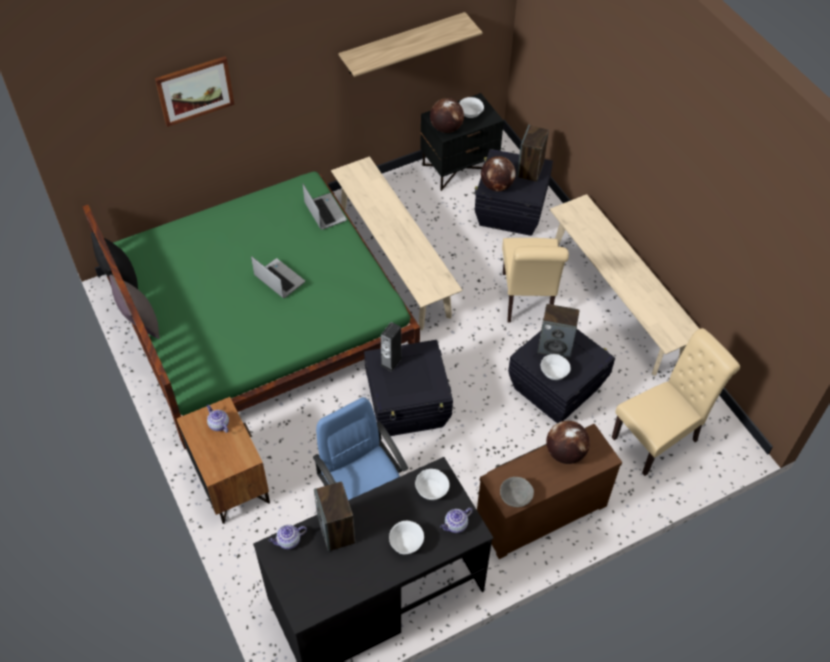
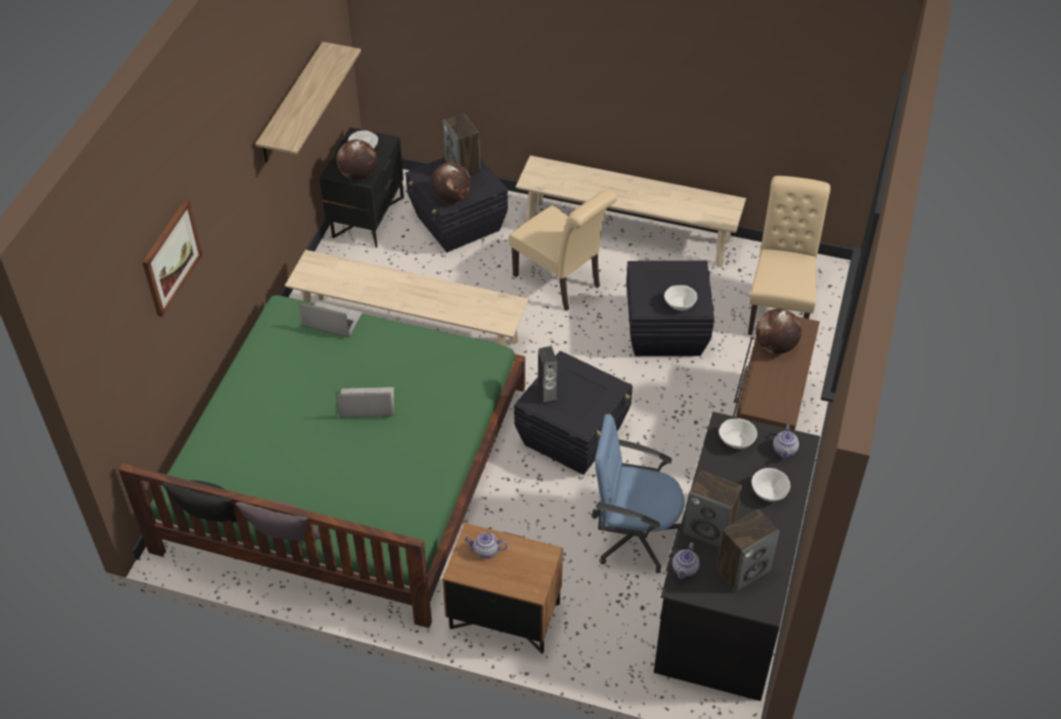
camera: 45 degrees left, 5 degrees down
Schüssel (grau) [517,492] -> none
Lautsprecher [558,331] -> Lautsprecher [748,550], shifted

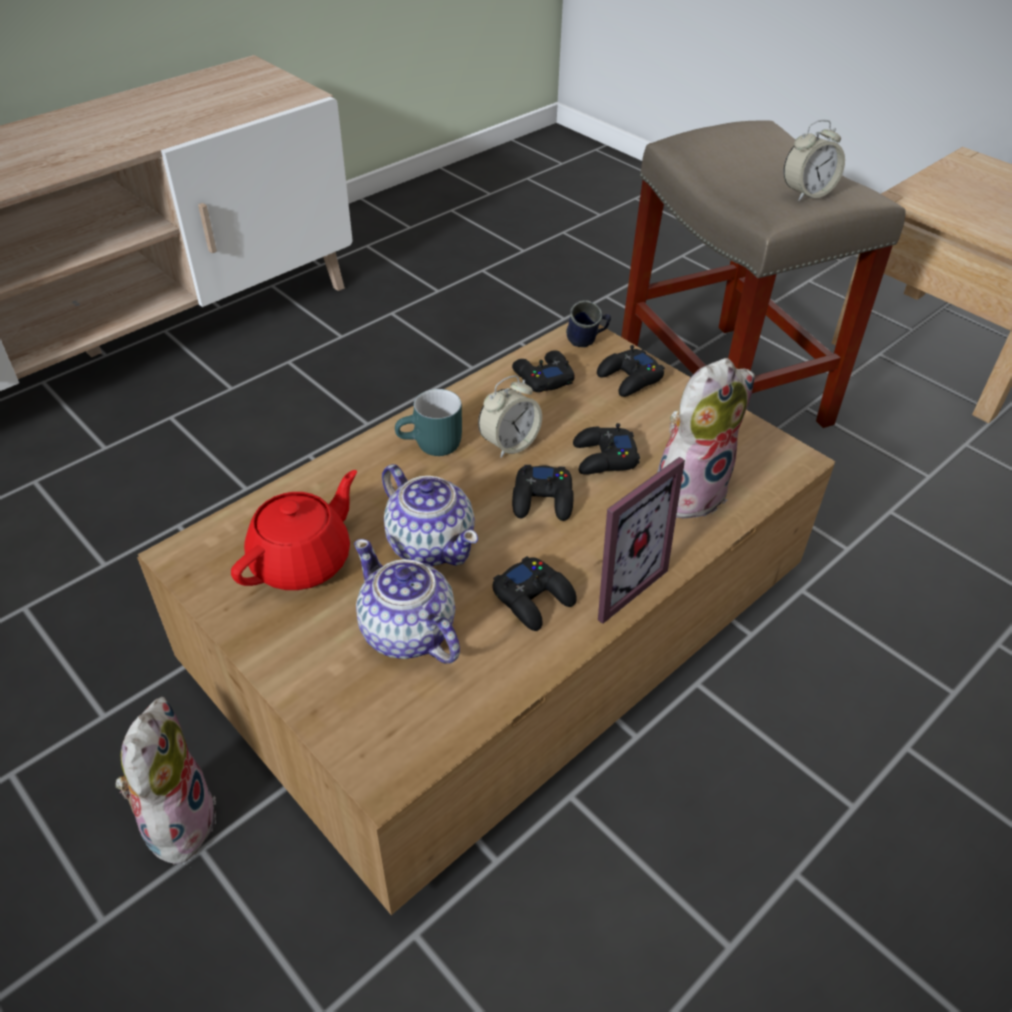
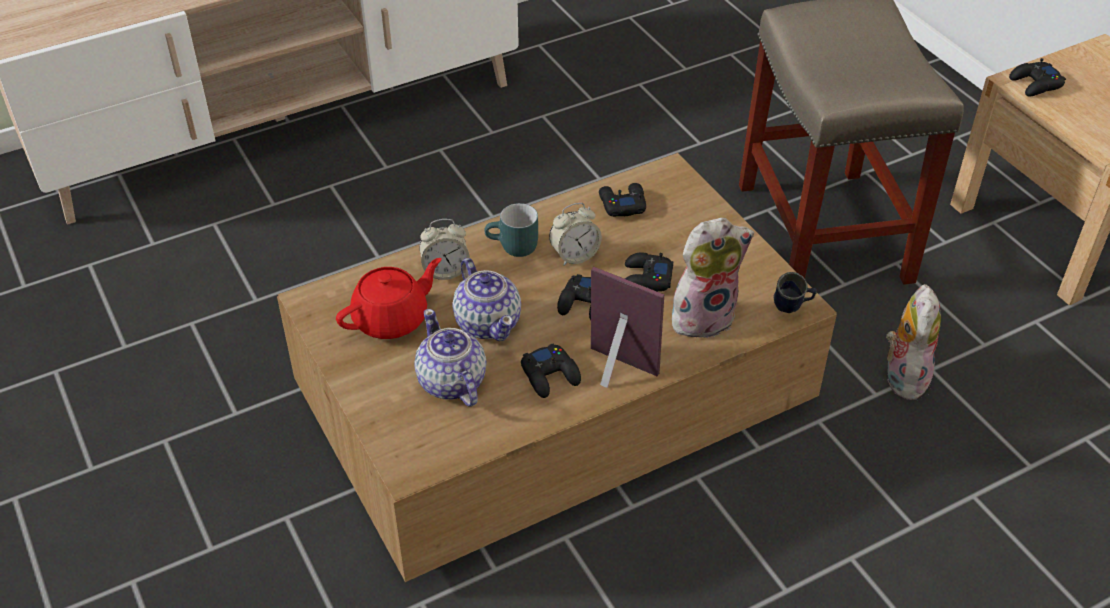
camera: 15 degrees right, 0 degrees up
Plüschtier [165,782] -> Plüschtier [912,343], shifted
Henkelbecher (blau) [588,323] -> Henkelbecher (blau) [795,292], shifted
Gamepad (schwarz) [631,371] -> Gamepad (schwarz) [1037,77], shifted
Wecker [814,160] -> Wecker [445,249], shifted
Bilderrahmen [641,540] -> Bilderrahmen [627,327], 120 degrees counterclockwise

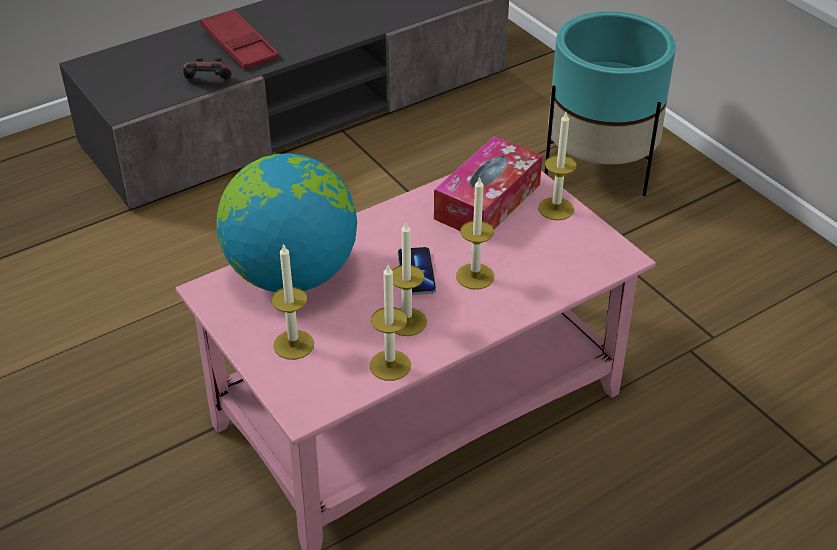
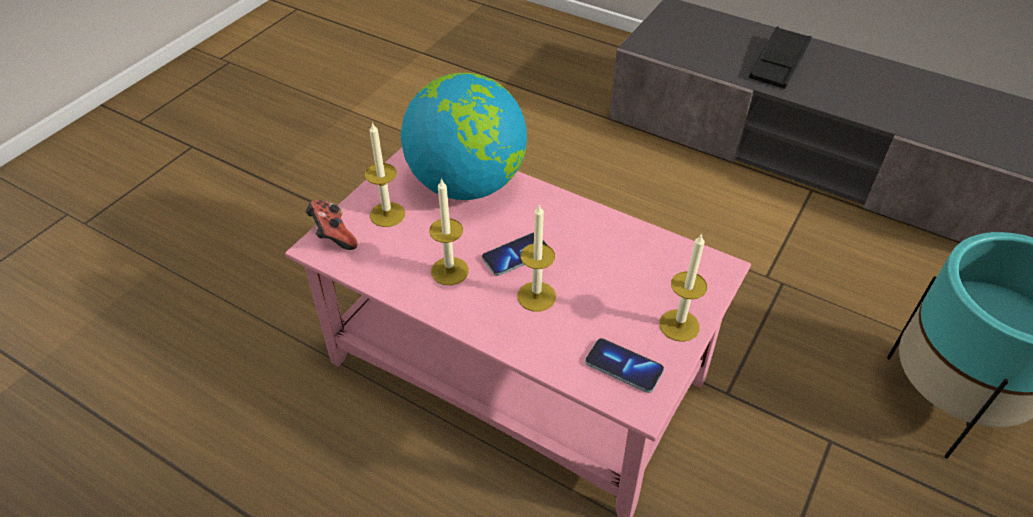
camera: 65 degrees right, 5 degrees up
Kerze [390,323] -> none
Taschentuchbox [488,183] -> none
none -> Handy [624,365]
Gamepad [207,68] -> Gamepad [331,225], shifted
Tablett (rot) [239,39] -> Tablett (schwarz) [780,58]

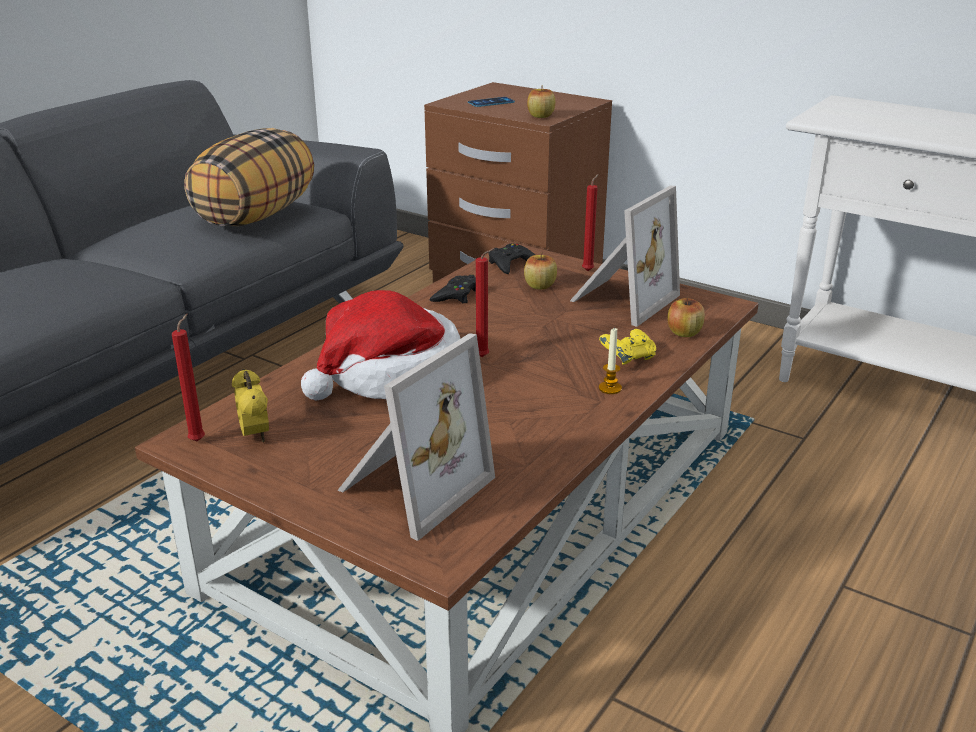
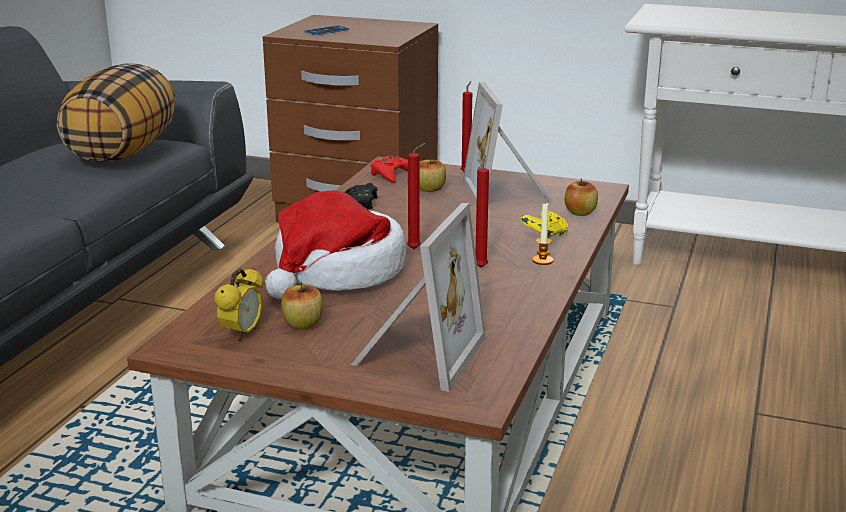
camera: 15 degrees left, 5 degrees down
Kerze (rot) [188,377] -> Kerze (rot) [482,211], shifted
Apfel [541,101] -> Apfel [302,305], shifted
Gamepad (schwarz) [512,259] -> Gamepad (rot) [389,169]
Wecker [250,406] -> Wecker [238,304], 60 degrees clockwise
Bilderrahmen [625,256] -> Bilderrahmen [508,144], 150 degrees clockwise

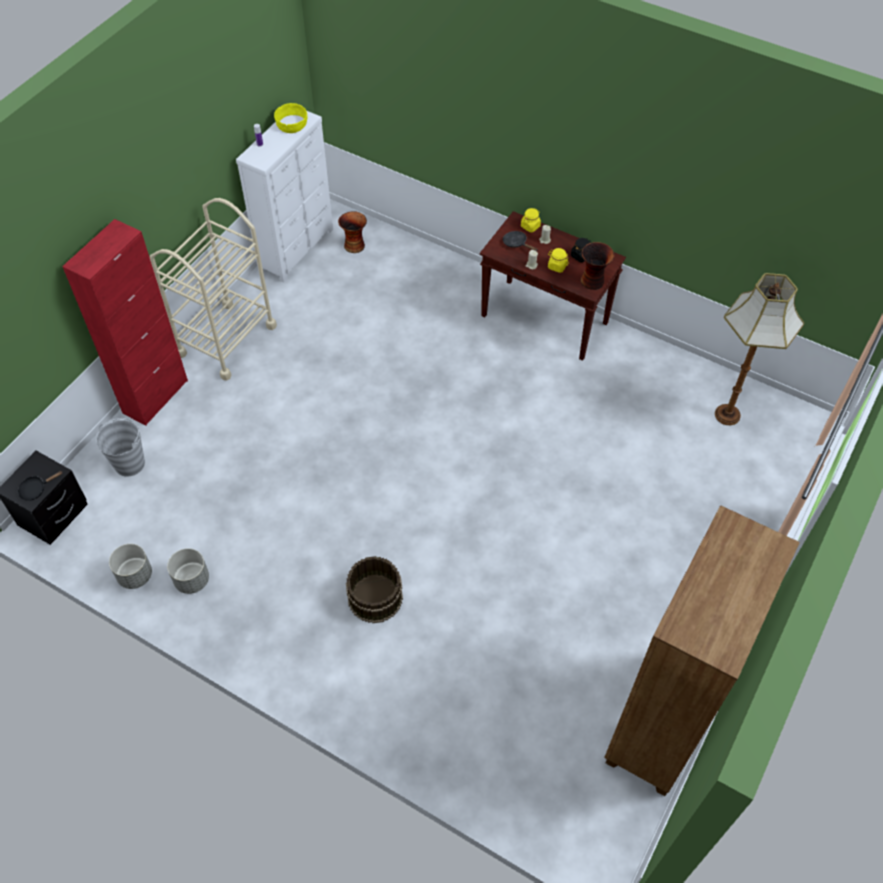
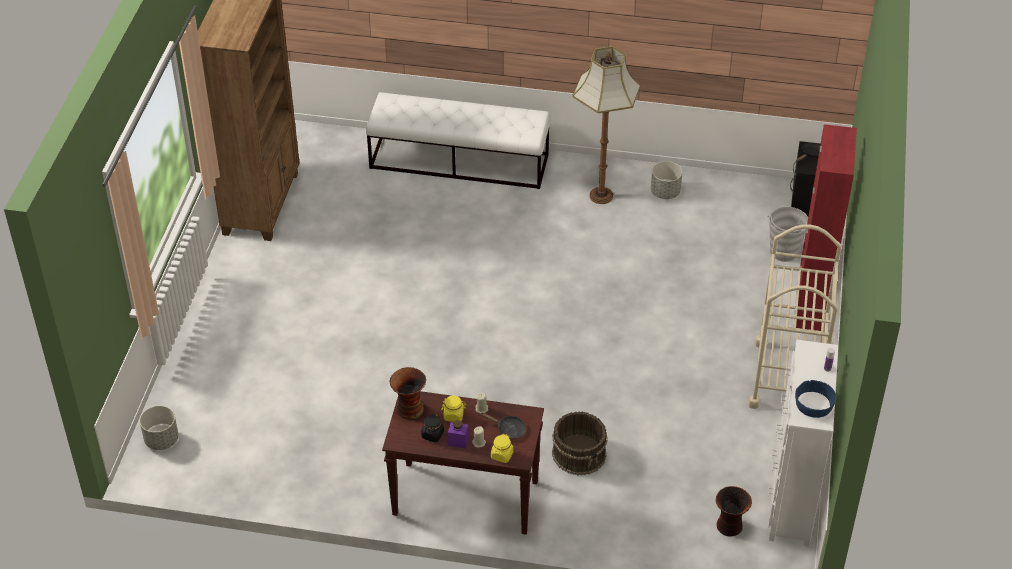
camera: 160 degrees right, 10 degrees down
none -> Bank (weiß) [458,140]
none -> Vorratsglas (lila) [458,434]
Pflanzkübel (grau) [130,566] -> Pflanzkübel (grau) [159,428], shifted
Eimer (braun) [374,589] -> Eimer (braun) [580,443], shifted
Stehlampe [759,349] -> Stehlampe [607,125], shifted
Schüssel (gelb) [290,118] -> Schüssel (blau) [816,399]

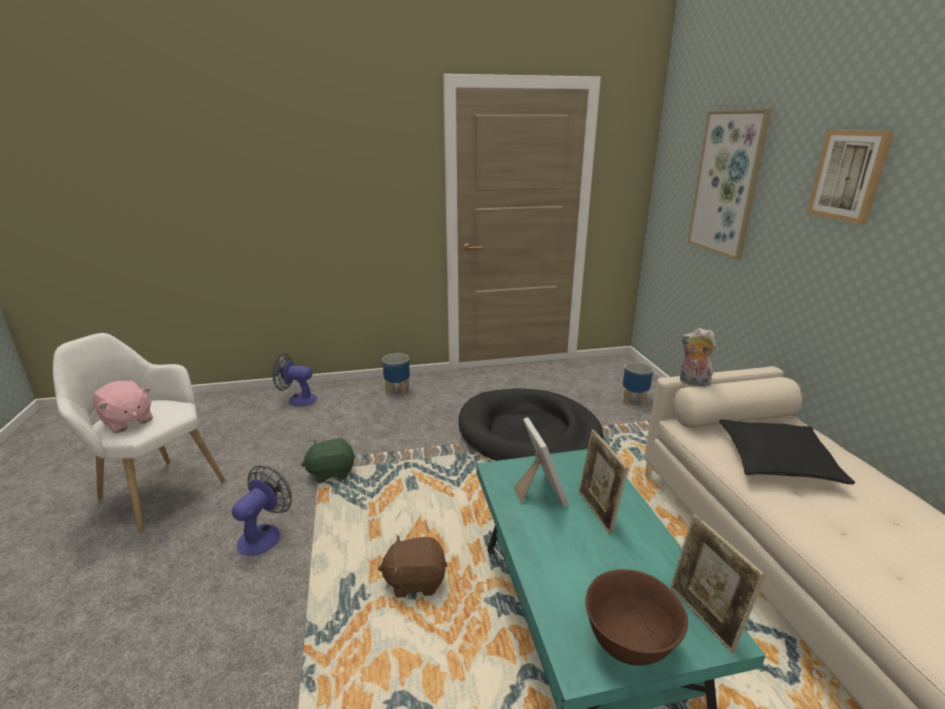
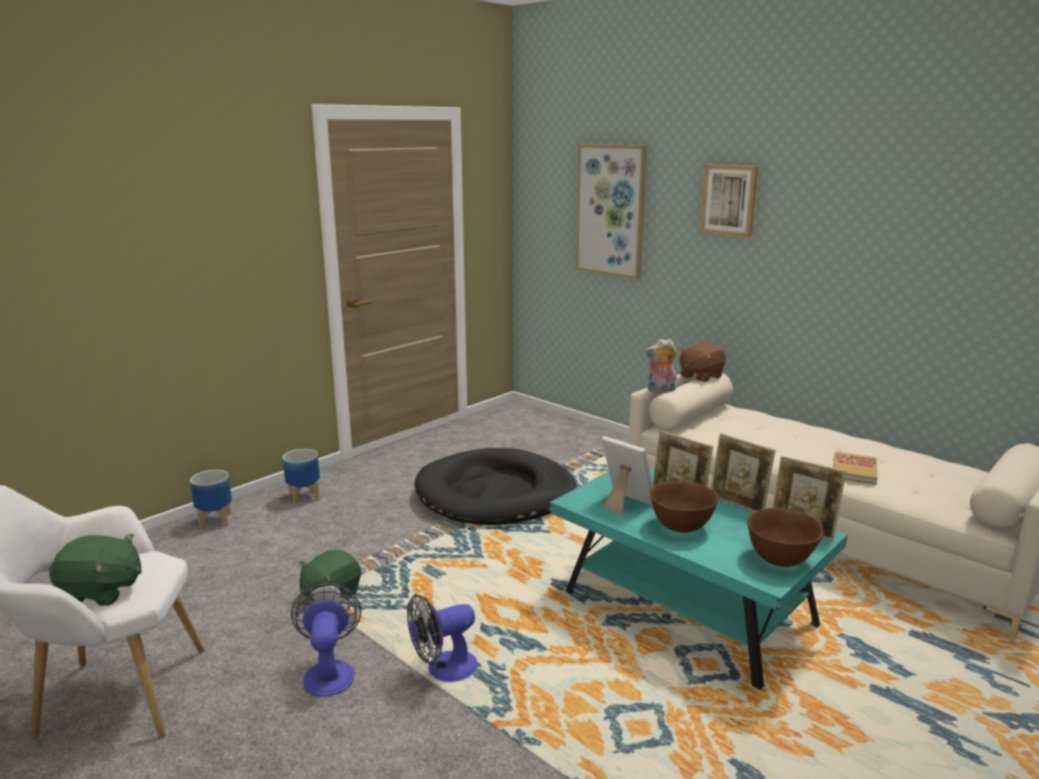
camera: 35 degrees left, 5 degrees down
Kissen (schwarz) [787,451] -> none
none -> Schüssel (braun) [684,507]
none -> Bilderrahmen [743,472]
none -> Buch [855,468]
Ventilator [294,380] -> Ventilator [442,638], shifted
Plüschtier (braun) [412,566] -> Plüschtier (braun) [702,362], shifted
Pflanzkübel [638,384] -> Pflanzkübel [211,499], shifted
Plüschtier (rosa) [123,407] -> Plüschtier (grün) [95,569]

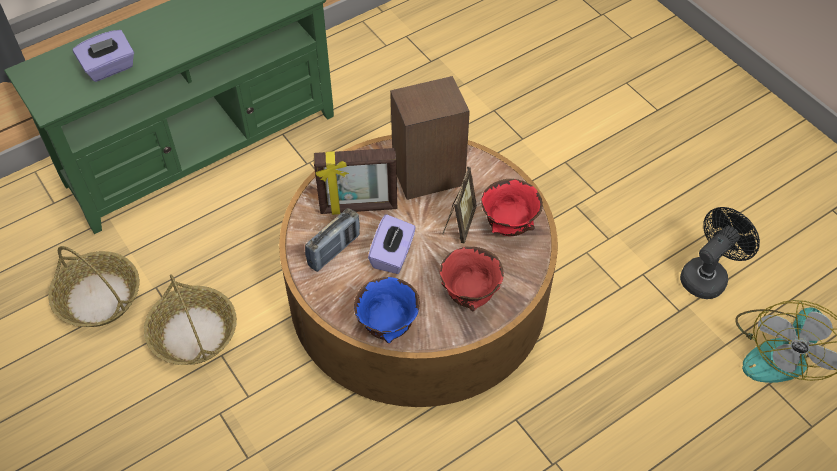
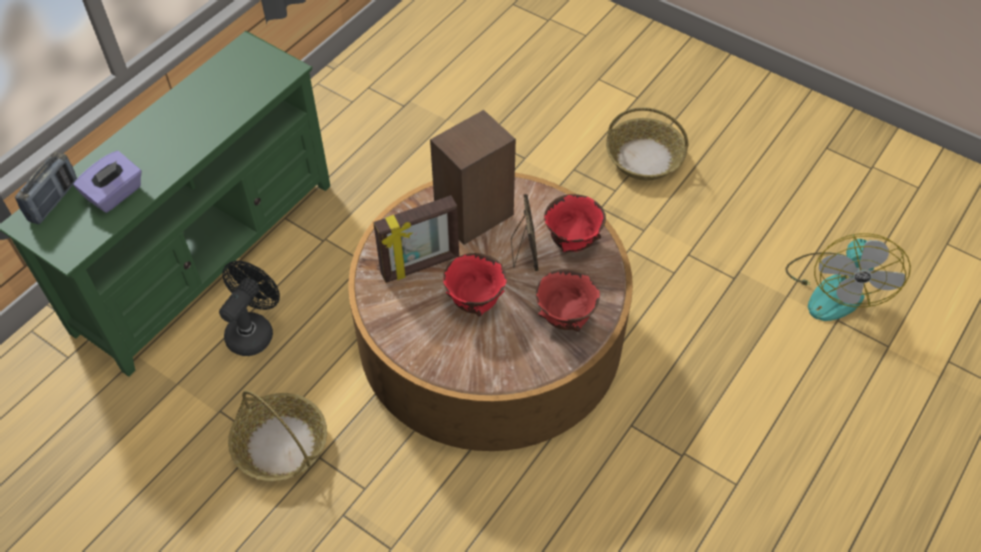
camera: 20 degrees left, 0 degrees up
Schüssel (blau) [387,310] -> none
Korb [94,286] -> Korb [647,144], shifted
Radio [332,240] -> Radio [46,188], shifted
Ventilator (schwarz) [720,253] -> Ventilator (schwarz) [249,308], shifted
Taschentuchbox (lila) [392,244] -> Schüssel (rot) [475,285]

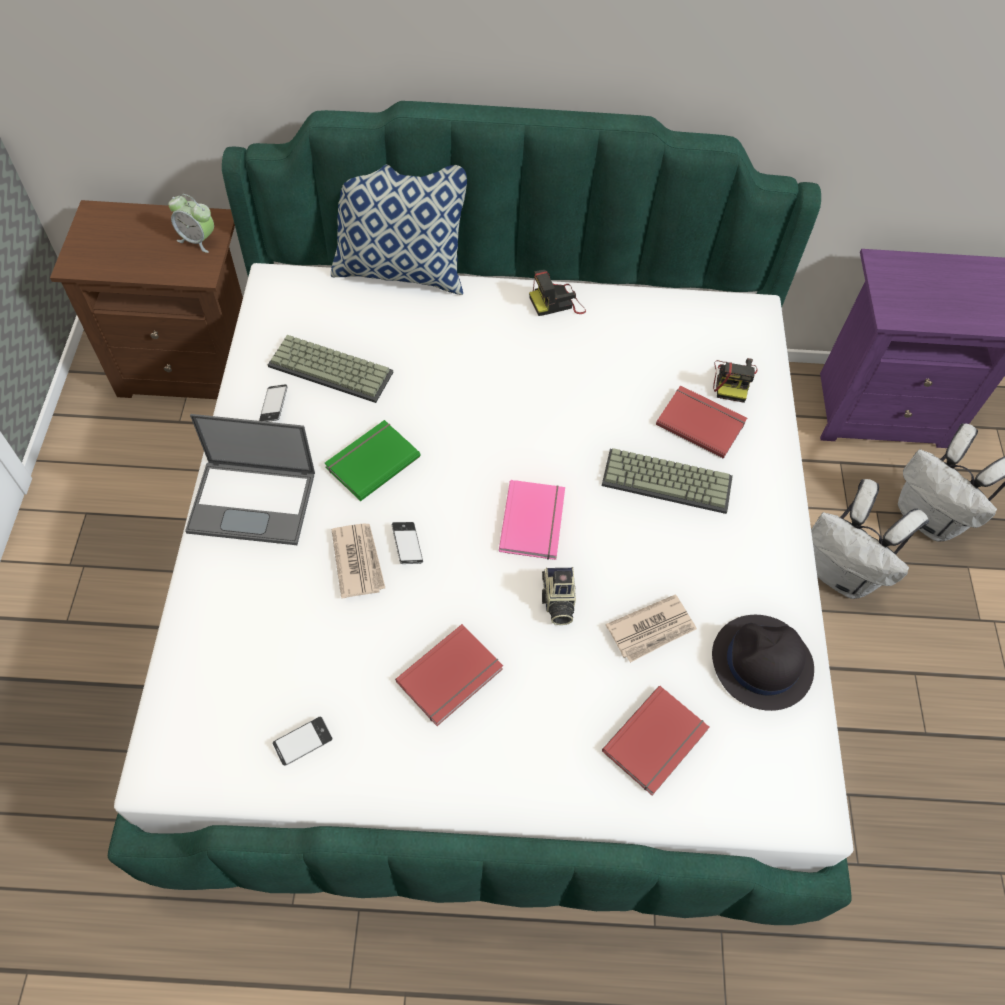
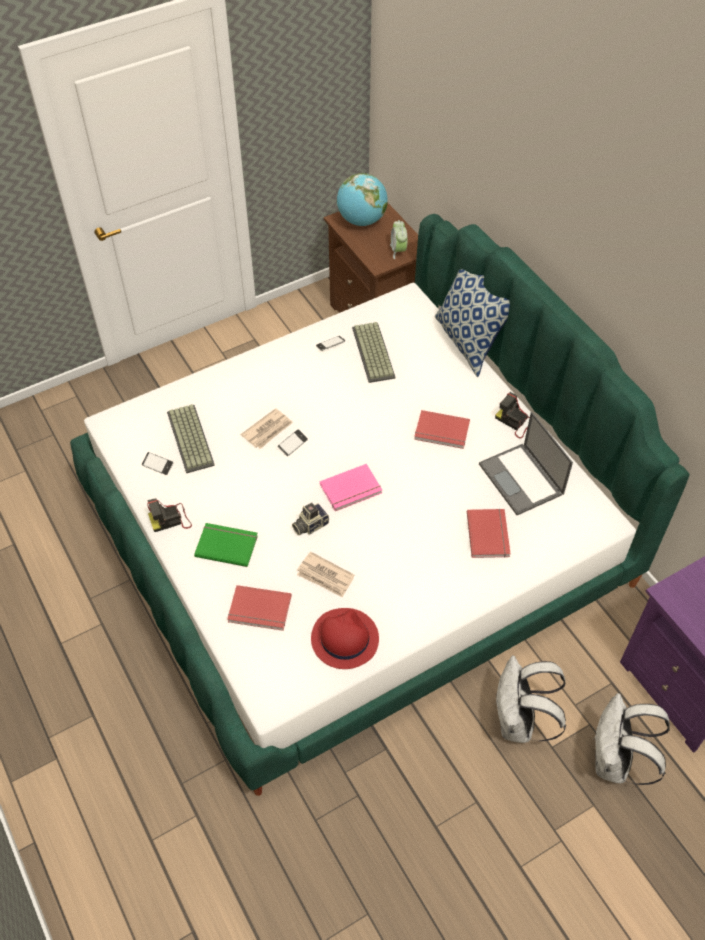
camera: 60 degrees right, 5 degrees down
none -> Globus [362,199]
Laptop [250,479] -> Laptop [526,463], shifted
Buch (grün) [373,460] -> Buch (grün) [226,545], shifted
Buch (rot) [449,675] -> Buch (rot) [442,429], shifted
Tastatur [667,481] -> Tastatur [191,438], shifted
Kamera [735,380] -> Kamera [169,515], shifted
Hut (schwarz) [763,663] -> Hut (rot) [345,638]

